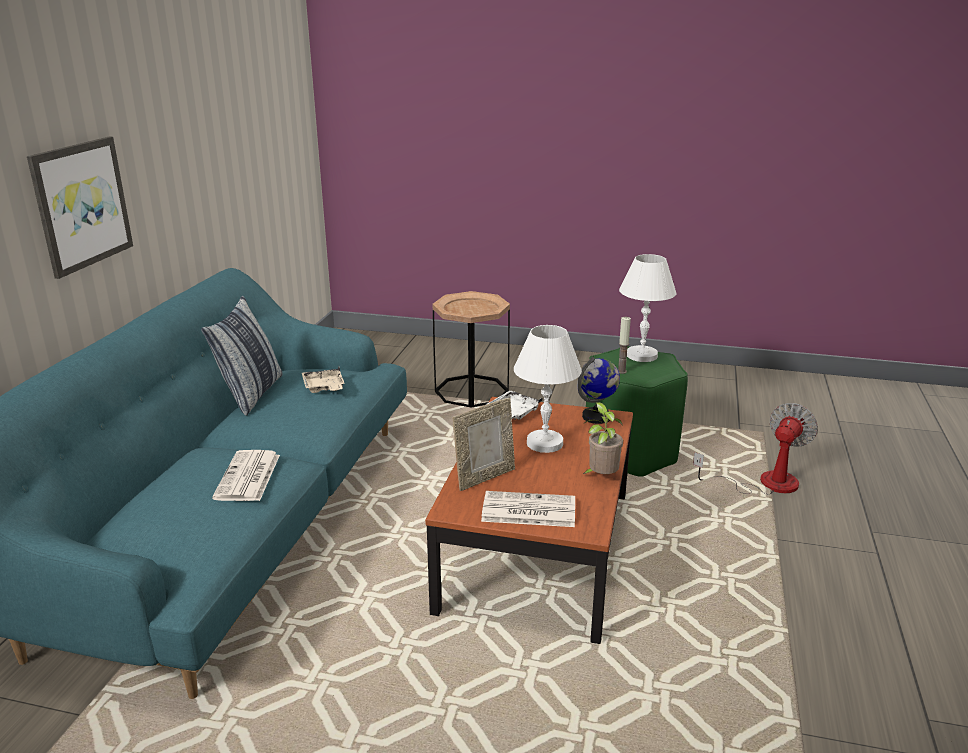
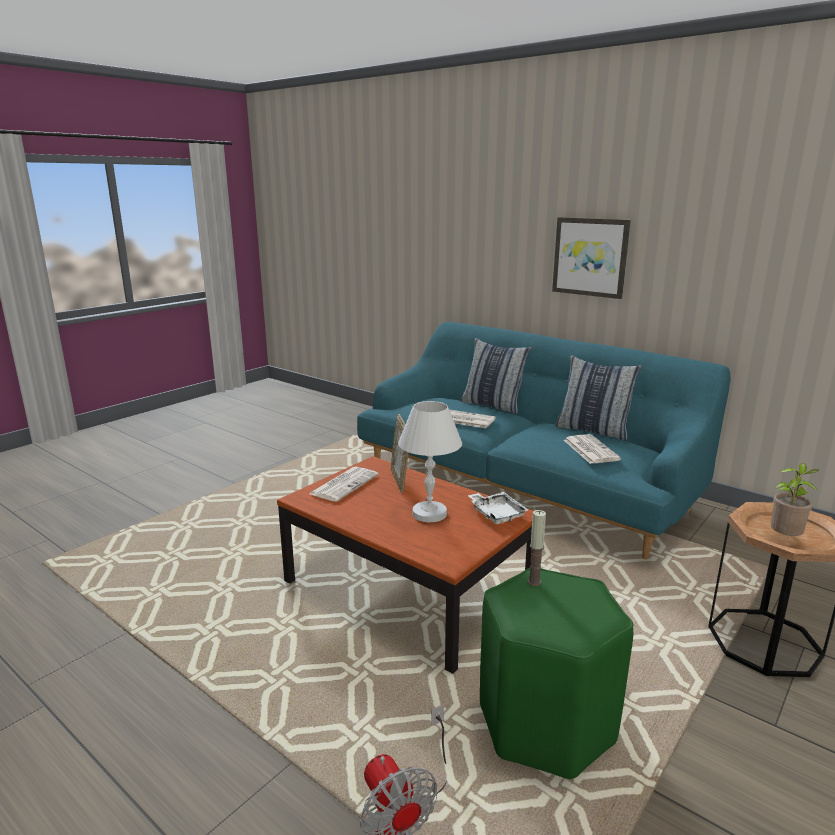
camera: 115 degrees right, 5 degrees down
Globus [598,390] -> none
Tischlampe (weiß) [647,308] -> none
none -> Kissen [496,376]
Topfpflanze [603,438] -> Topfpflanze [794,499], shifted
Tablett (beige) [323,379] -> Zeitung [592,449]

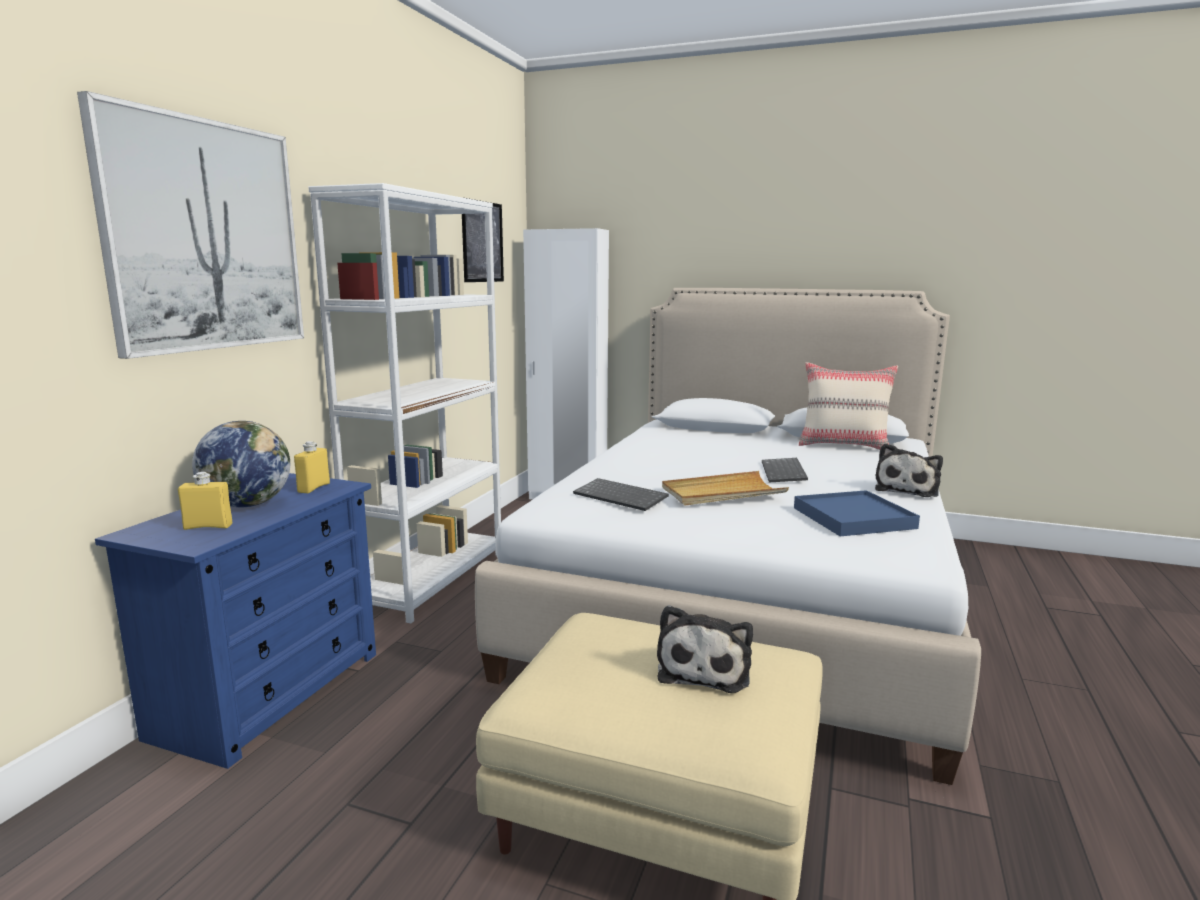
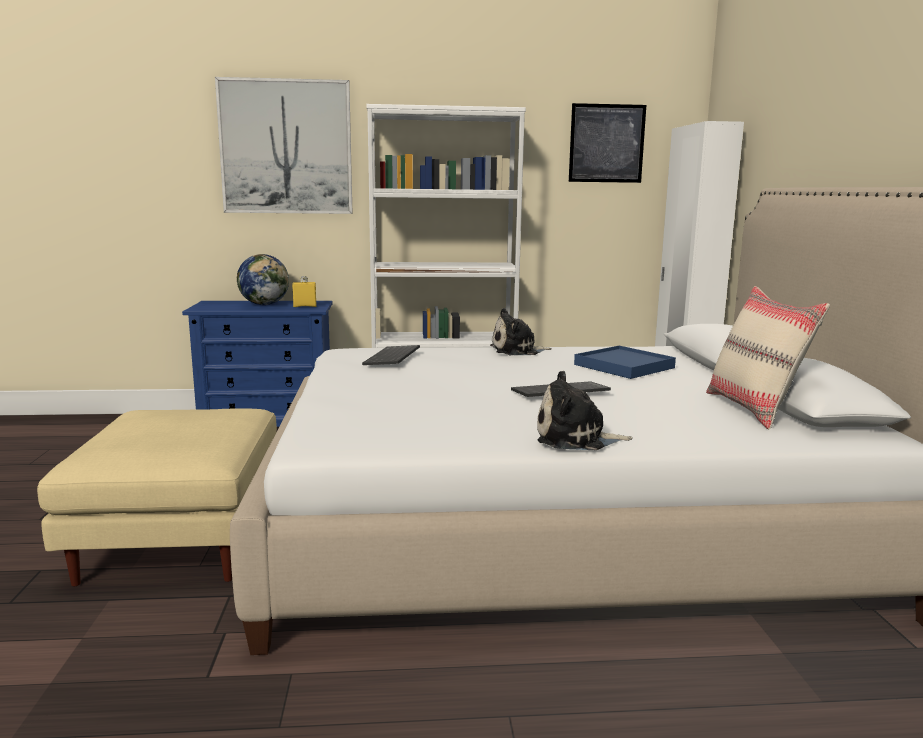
camera: 65 degrees right, 0 degrees up
Flasche (gelb) [205,501] -> none
Tablett (beige) [725,488] -> none
Plüschtier [705,649] -> Plüschtier [521,331], shifted
Tablett (blau) [857,513] -> Tablett (blau) [625,362], shifted

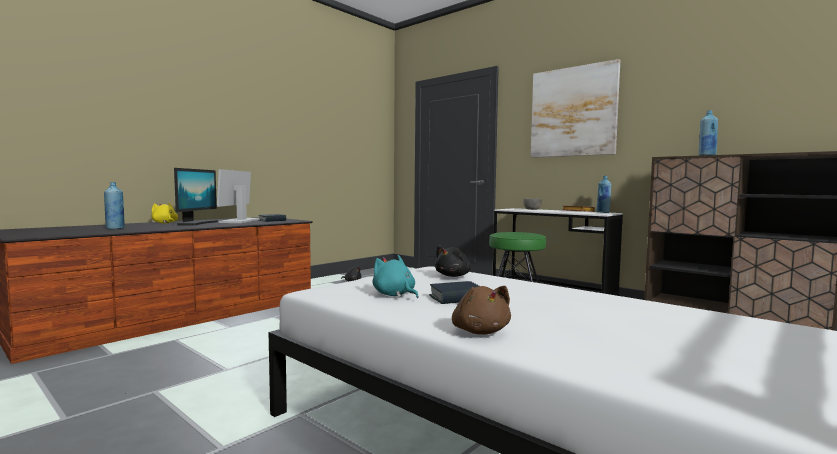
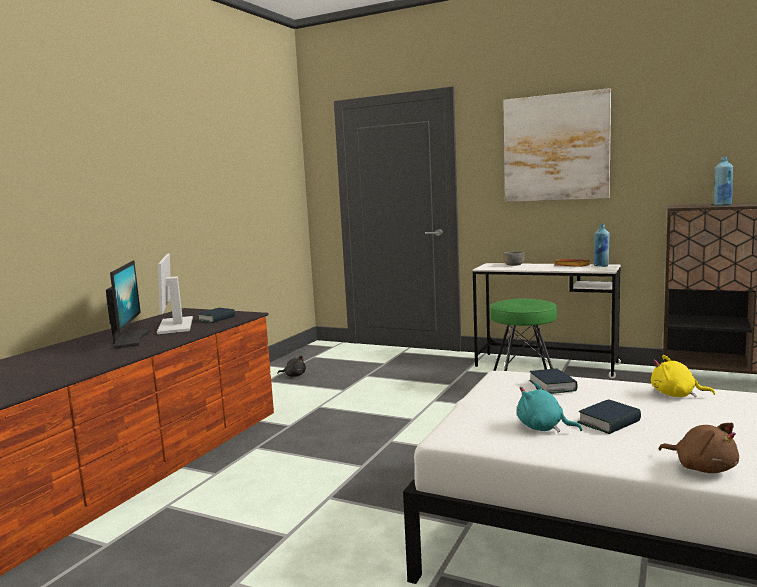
camera: 15 degrees left, 5 degrees up
Flasche (blau) [114,205] -> none
Plüschtier (gelb) [164,213] -> Plüschtier (gelb) [683,376], shifted
Plüschtier (schwarz) [453,261] -> Buch [553,381]

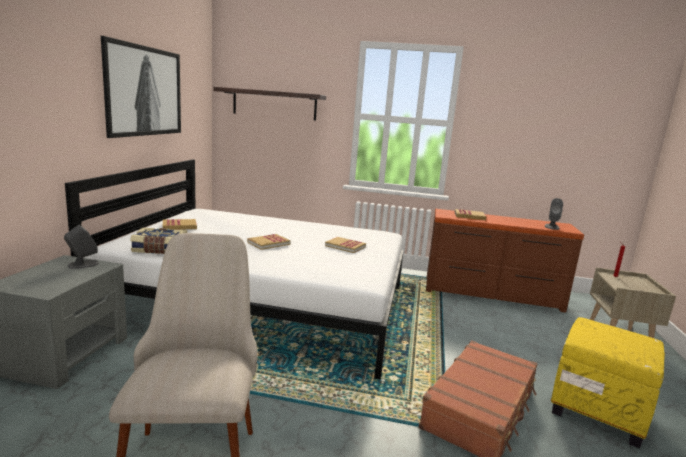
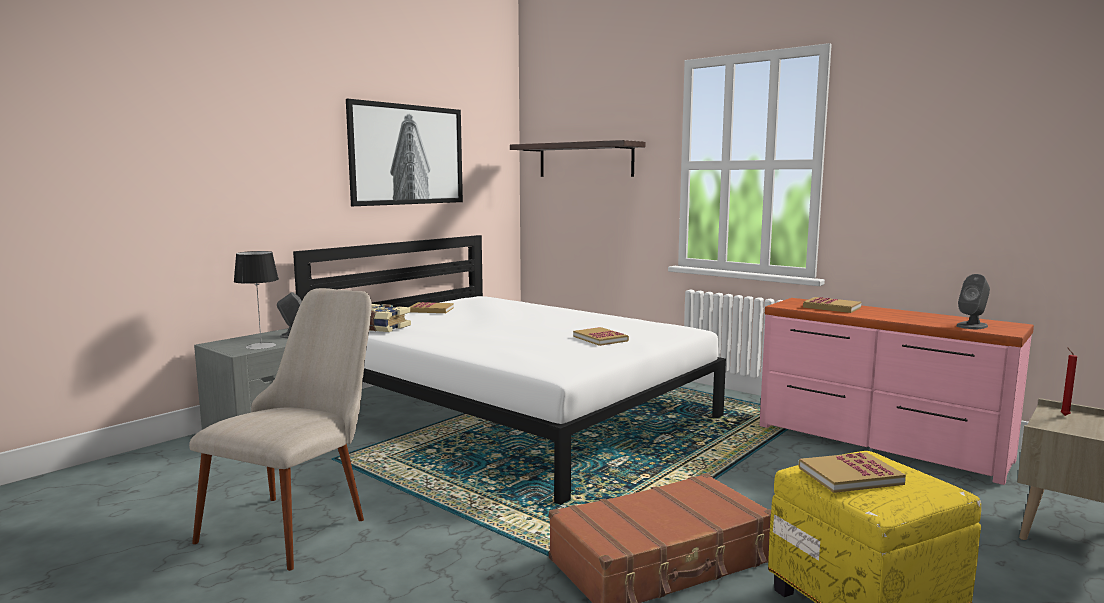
camera: 30 degrees right, 5 degrees down
none -> Tischlampe [256,300]
Buch [269,242] -> Buch [852,472], shifted
Kommode (braun) [505,261] -> Kommode (rosa) [897,391]

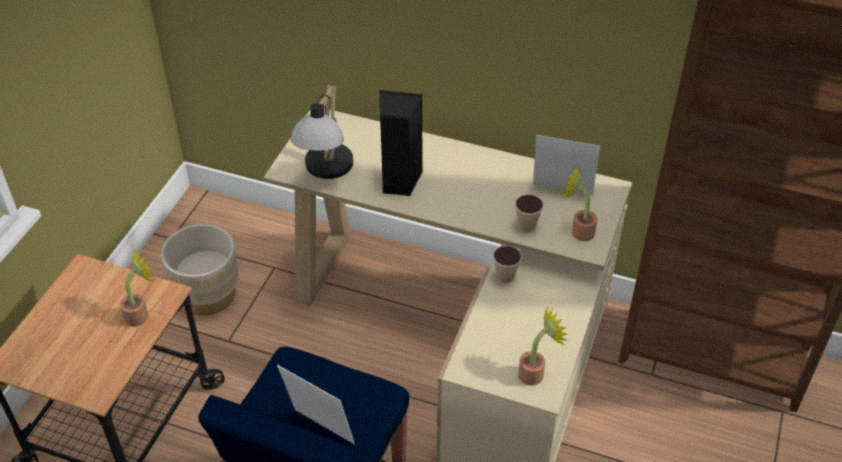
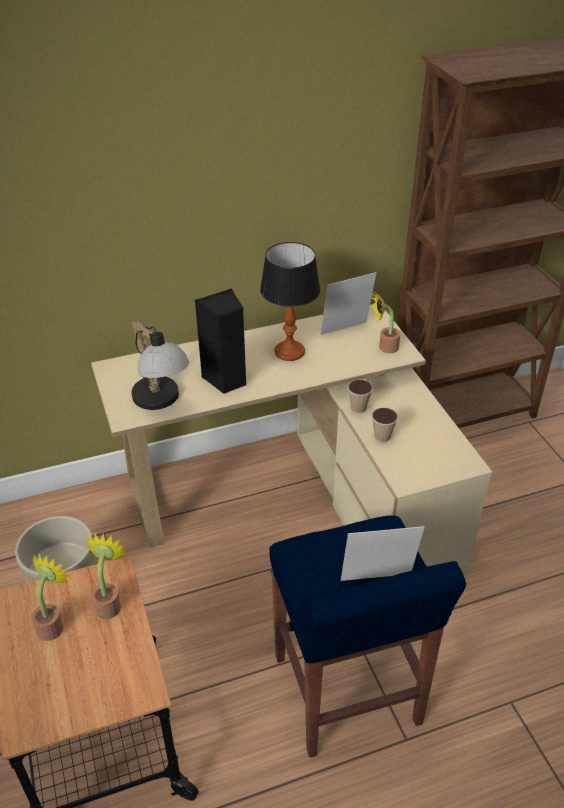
camera: 40 degrees left, 5 degrees down
none -> Tischlampe [290,301]
Tasse [529,213] -> Tasse [384,425], shifted
Topfpflanze [543,345] -> Topfpflanze [50,596], shifted

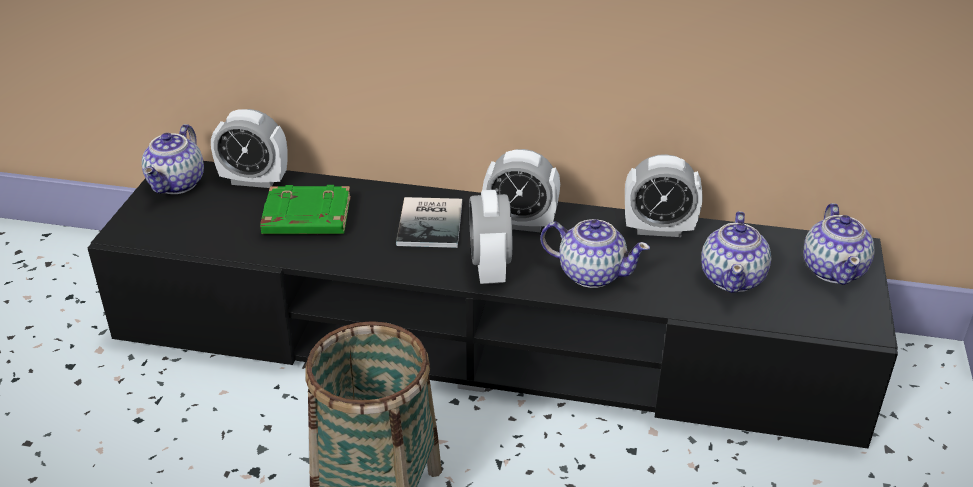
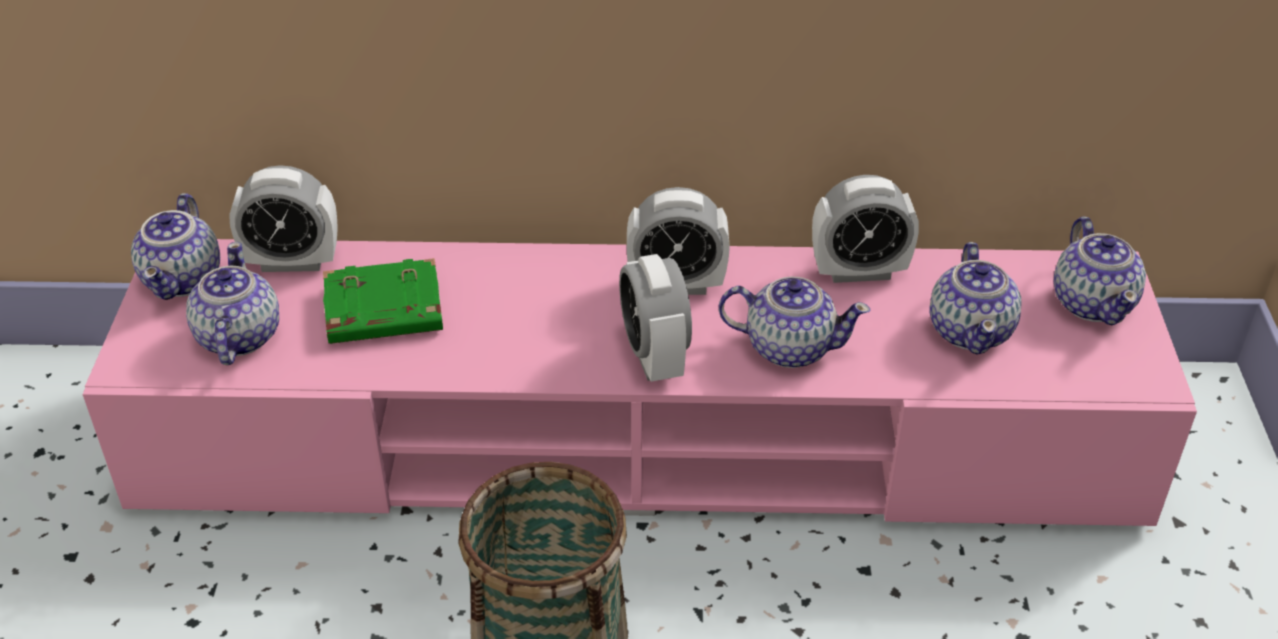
camera: 10 degrees left, 5 degrees up
Buch [429,222] -> none
none -> Teekanne [232,303]
Fernsehschrank (schwarz) [493,304] -> Fernsehschrank (rosa) [640,382]

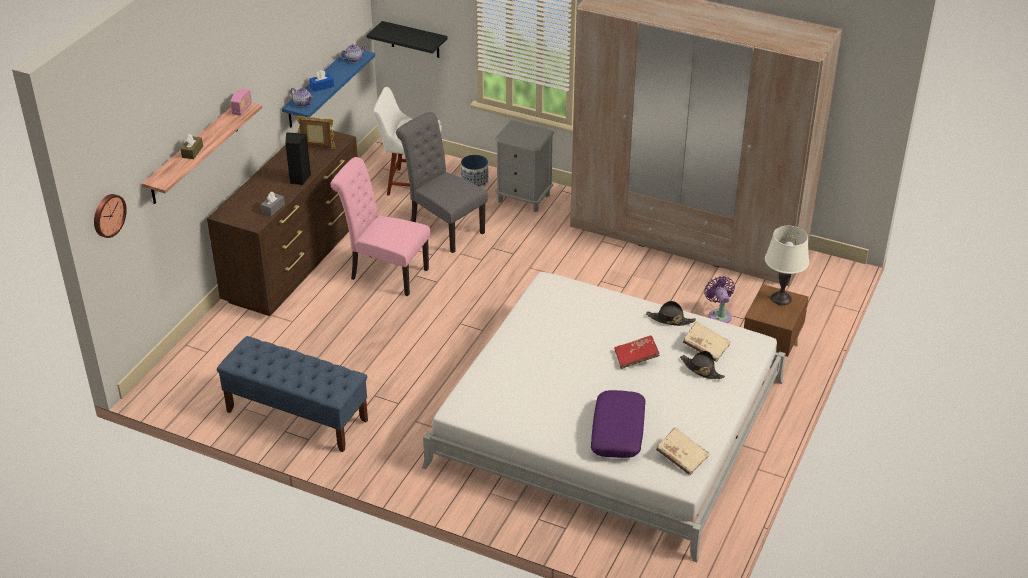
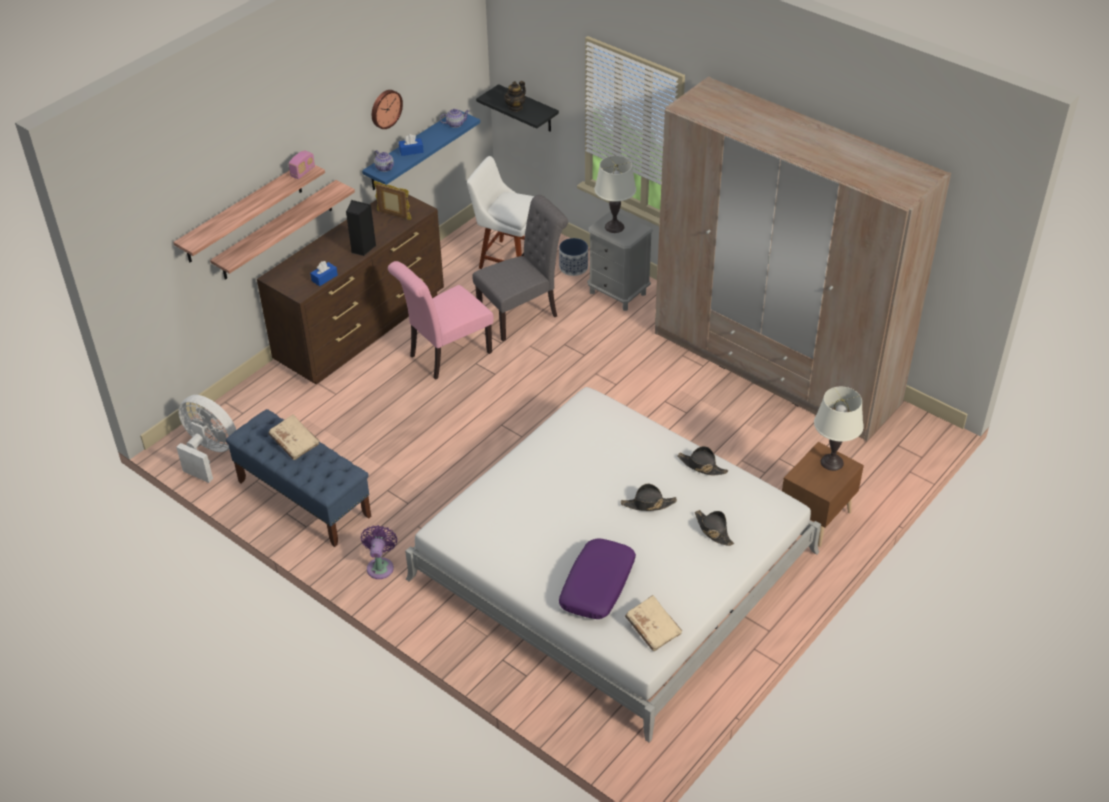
camera: 15 degrees right, 5 degrees up
Taschentuchbox (braun) [191,146] -> none
none -> Ventilator (weiß) [206,439]
none -> Wandregal [282,230]
none -> Teekanne [515,96]
none -> Tischlampe (weiß) [615,194]
Wanduhr [110,216] -> Wanduhr [387,109], shifted
Buch (beige) [707,342] -> Buch (beige) [294,437], shifted
Ventilator (lila) [719,299] -> Ventilator (lila) [379,552], shifted
Buch (rot) [637,352] -> Hut (schwarz) [649,497]
Taschentuchbox (grau) [273,204] -> Taschentuchbox (blau) [324,273]
Stuhl (rosa) [380,226] -> Stuhl (rosa) [441,320], 75 degrees counterclockwise
Stuhl (grau) [442,182] -> Stuhl (grau) [520,268], 90 degrees clockwise

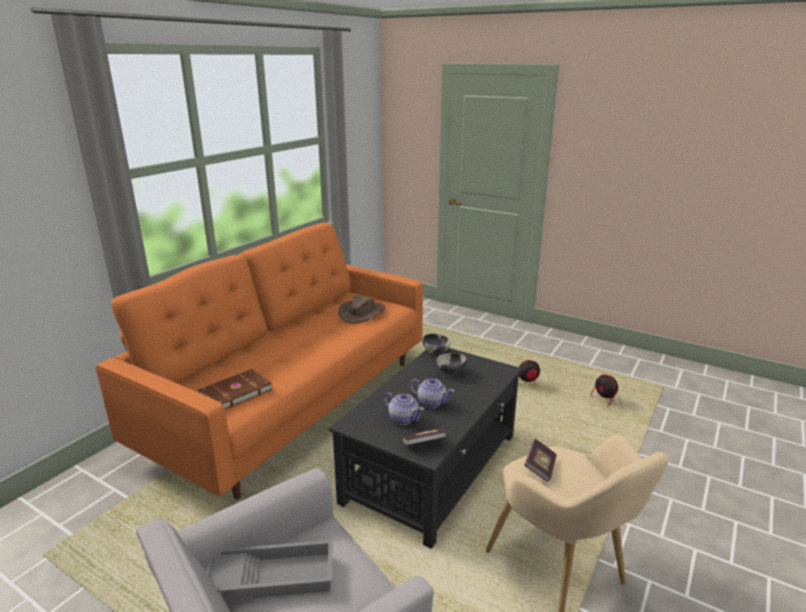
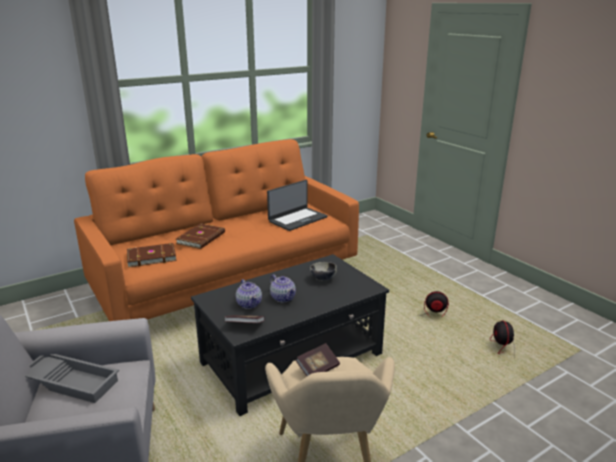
camera: 25 degrees right, 0 degrees up
Schüssel [436,344] -> none
none -> Buch (braun) [200,236]
Hut (braun) [362,309] -> Laptop [297,205]

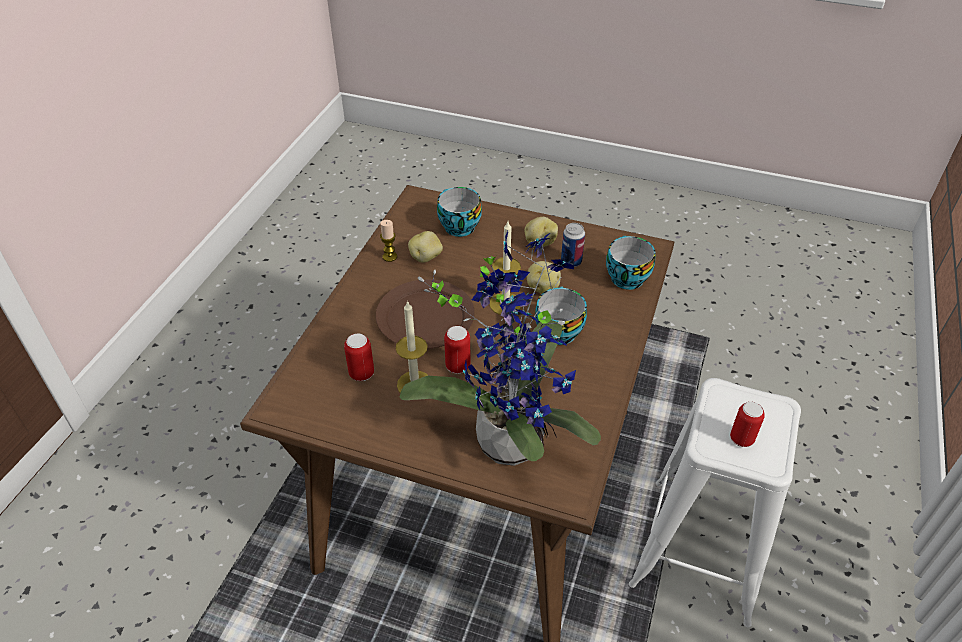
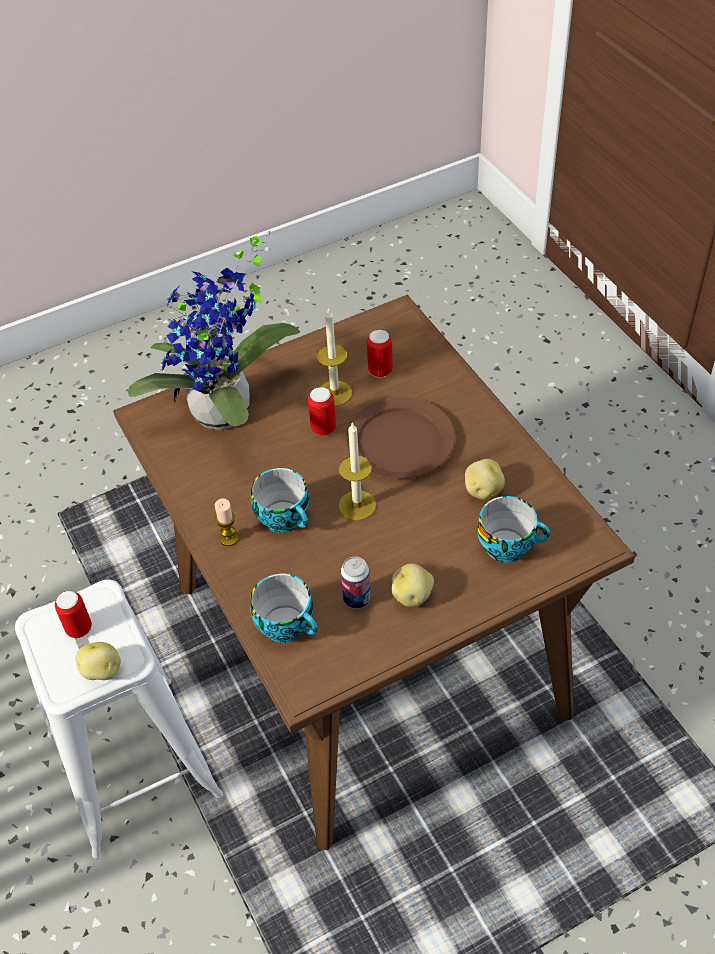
camera: 135 degrees right, 5 degrees up
Kerze [388,241] -> Kerze [227,522], shifted
Kartoffel [544,277] -> Kartoffel [98,661], shifted

